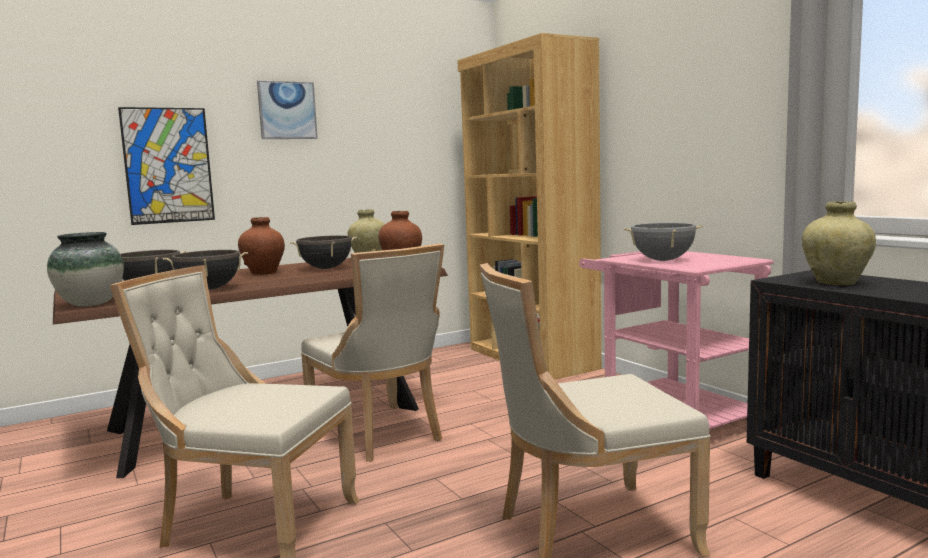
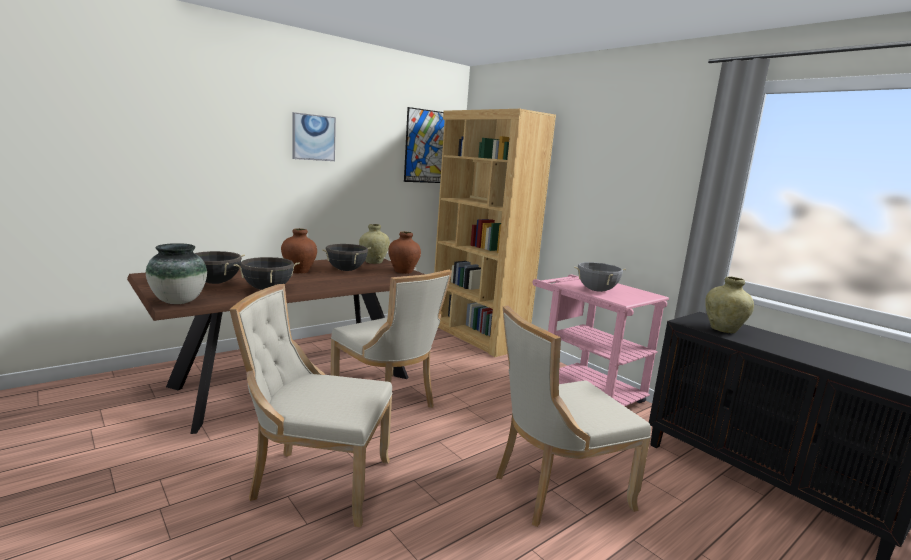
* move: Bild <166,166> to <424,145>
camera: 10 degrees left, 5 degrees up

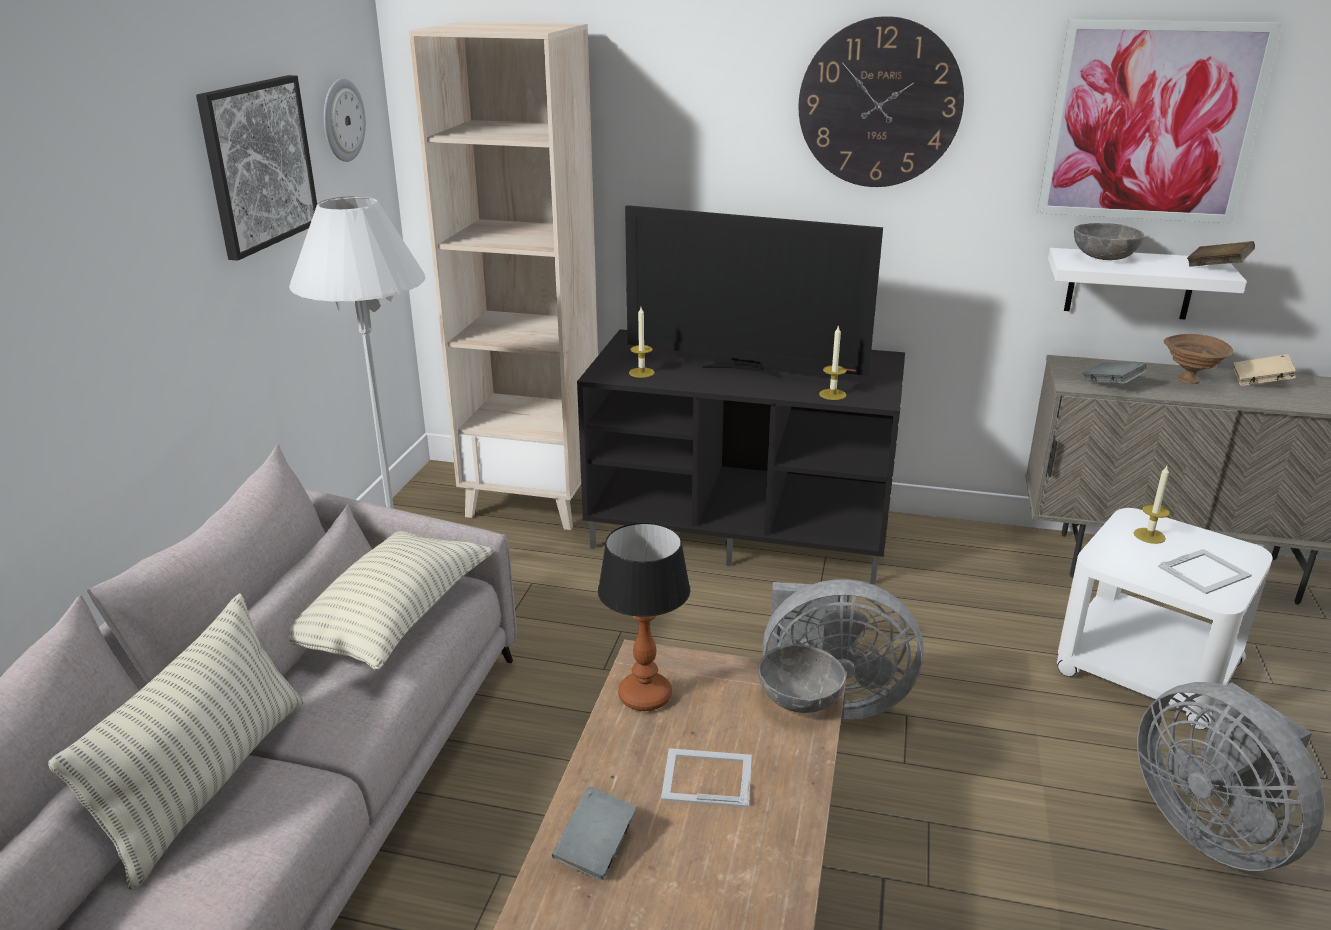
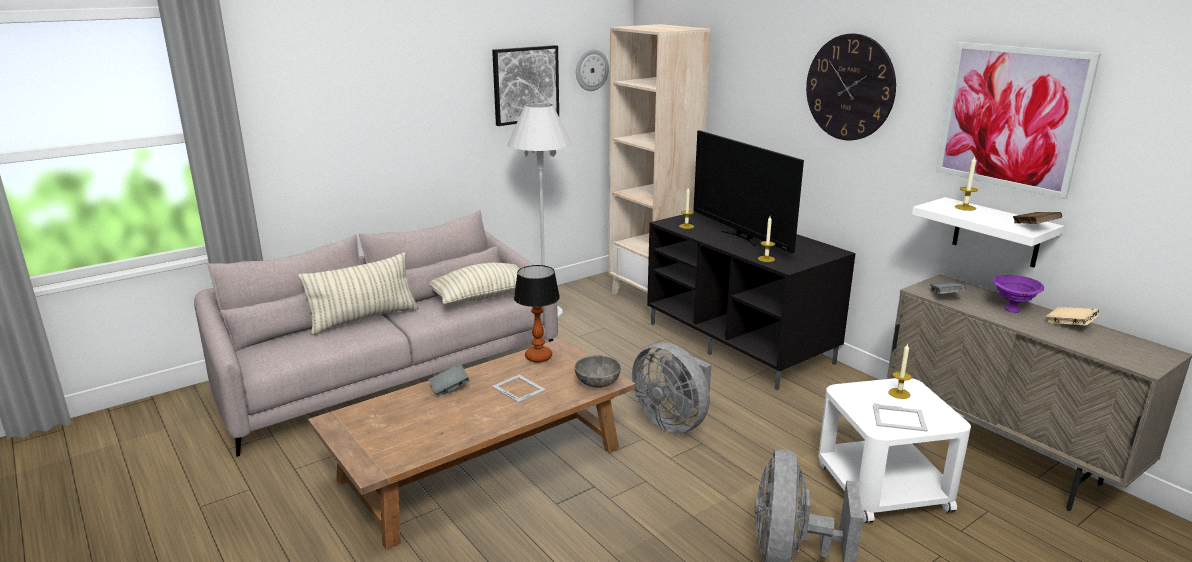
* replace: Schüssel [grau] <1109,241> to Kerze <966,184>
* recolor: Schüssel [braun] <1198,359> to Schüssel [lila] <1018,294>
camera: 40 degrees right, 5 degrees down

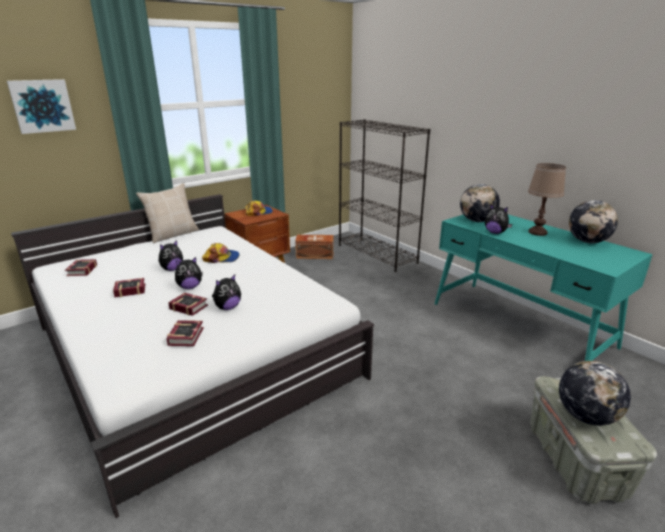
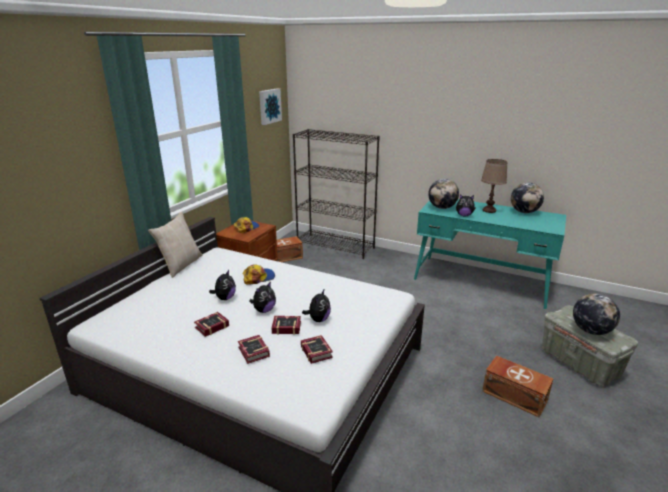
* move: Bild <41,106> to <270,106>
* move: Buch <81,267> to <254,349>
* insert: Aufbewahrungsbox [braun] <517,386>
camera: 25 degrees left, 0 degrees up

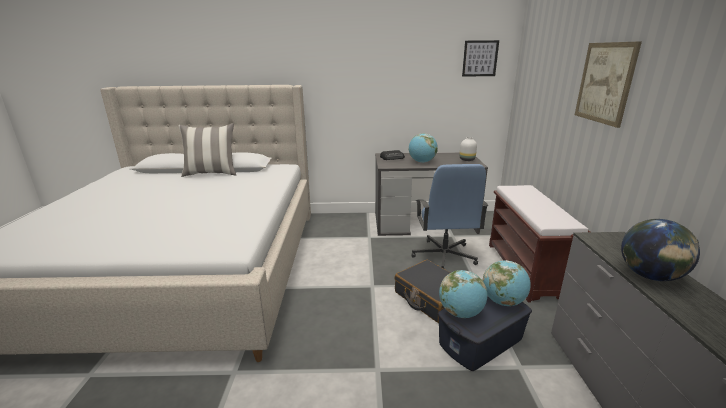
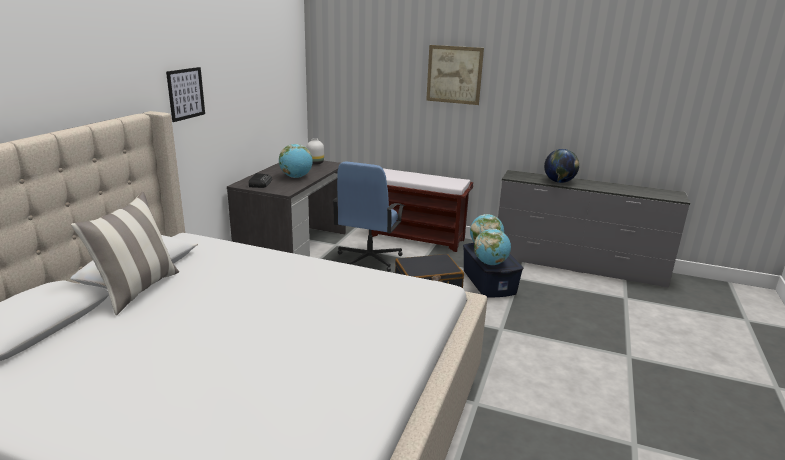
* move: Bild <480,58> to <185,94>
* rotate: Bürostuhl [blau] <449,216> = <368,217> 90 degrees clockwise
camera: 70 degrees left, 0 degrees up

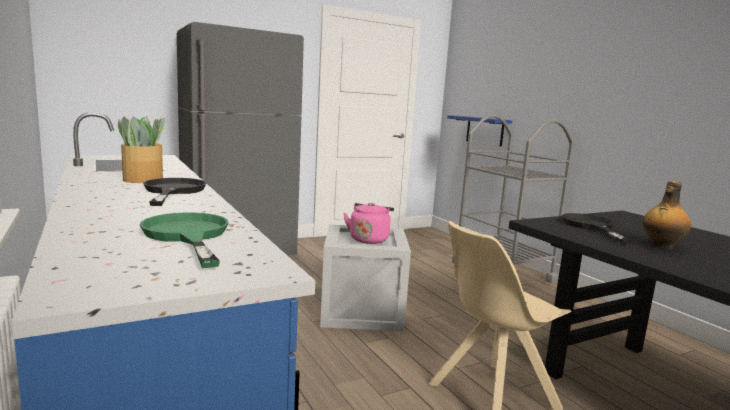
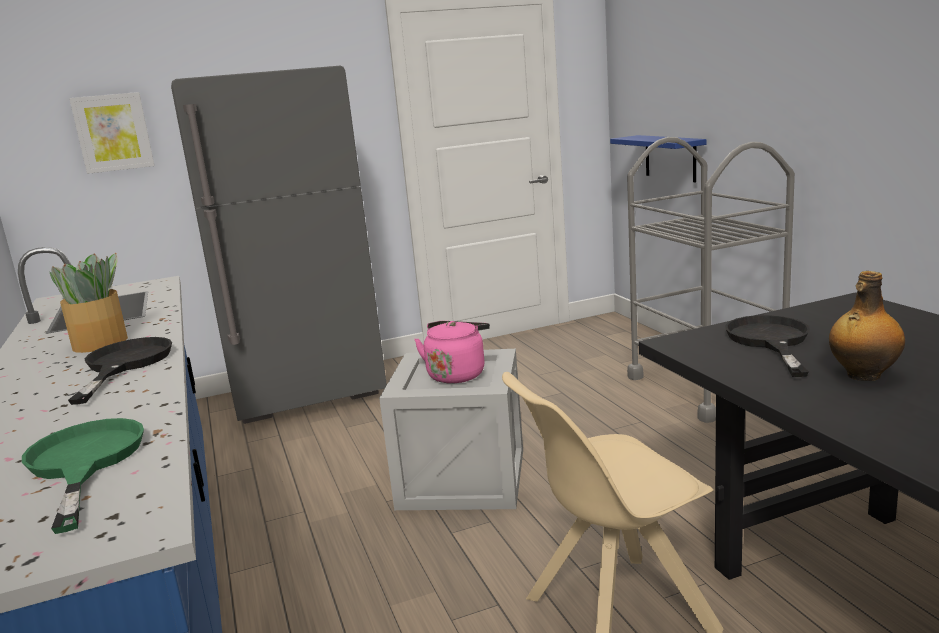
* insert: Bild <111,133>
camera: 10 degrees right, 5 degrees up

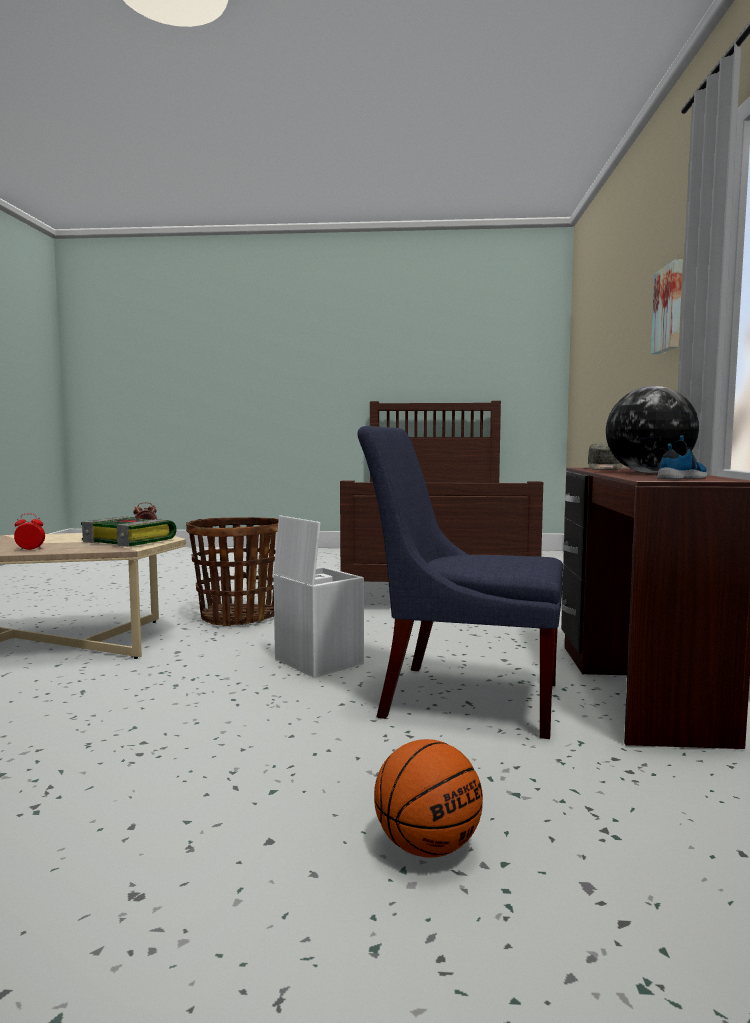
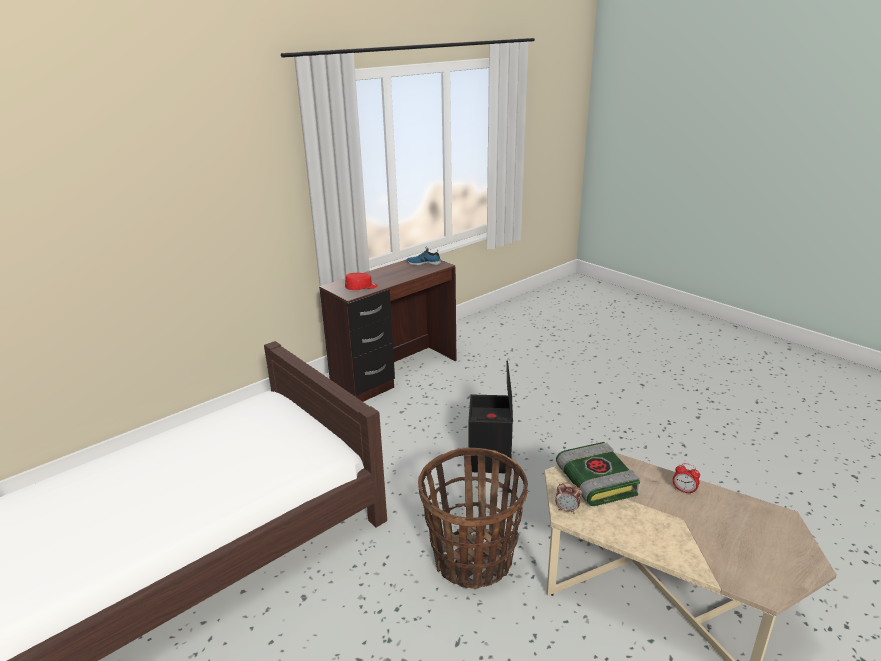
* delete: Bild <667,307>
* delete: Globus <652,429>
* delete: Stuhl [blau] <460,582>
* recolor: Kappe [grau] <605,456> to Kappe [rot] <361,281>
* recolor: Aufbewahrungsbox [weiß] <318,596> to Aufbewahrungsbox [schwarz] <490,416>
* delete: Basketball <428,798>
camera: 135 degrees left, 20 degrees up

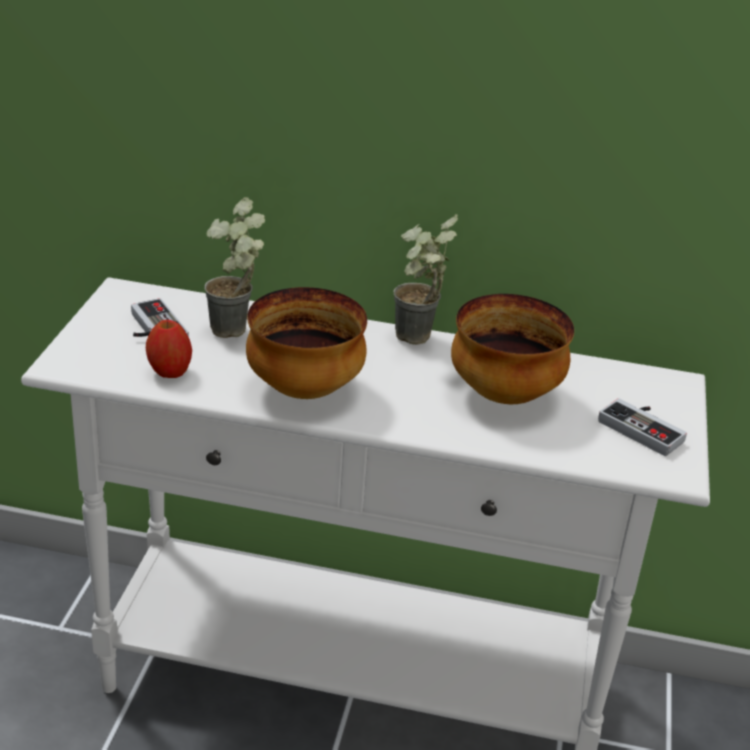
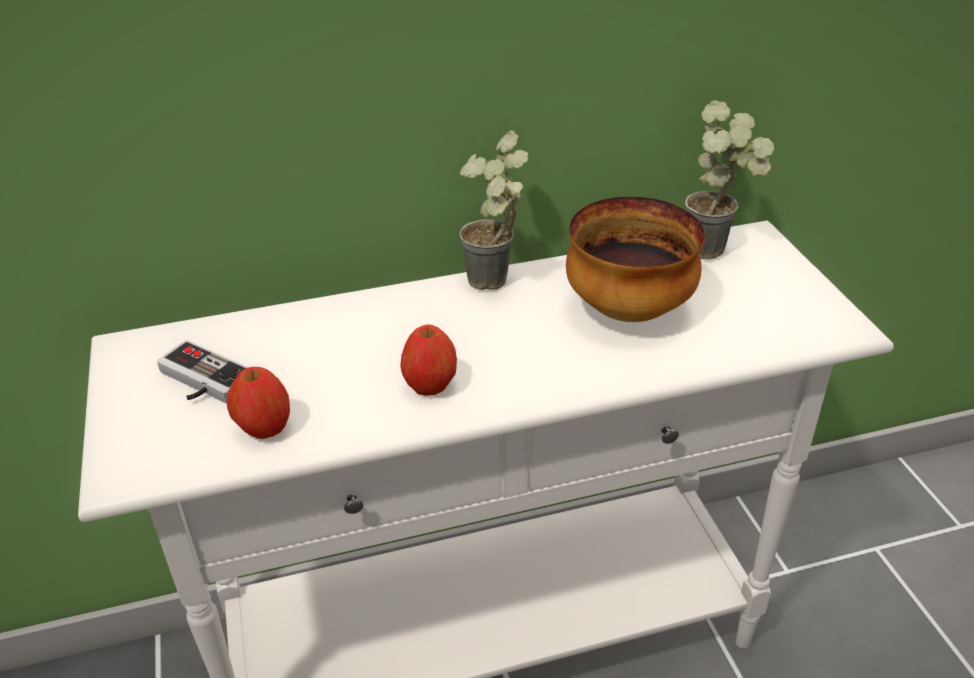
* move: Topfpflanze <234,267> to <729,180>
* replace: Schüssel <306,343> to Apfel <428,360>
* delete: Gamepad <642,427>
camera: 25 degrees left, 5 degrees up

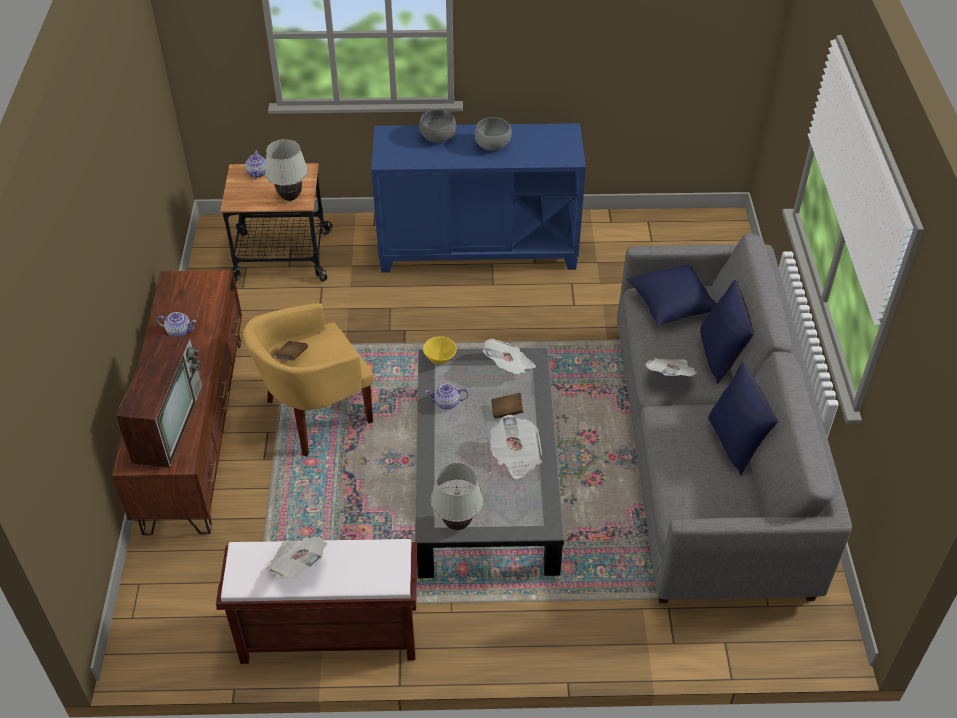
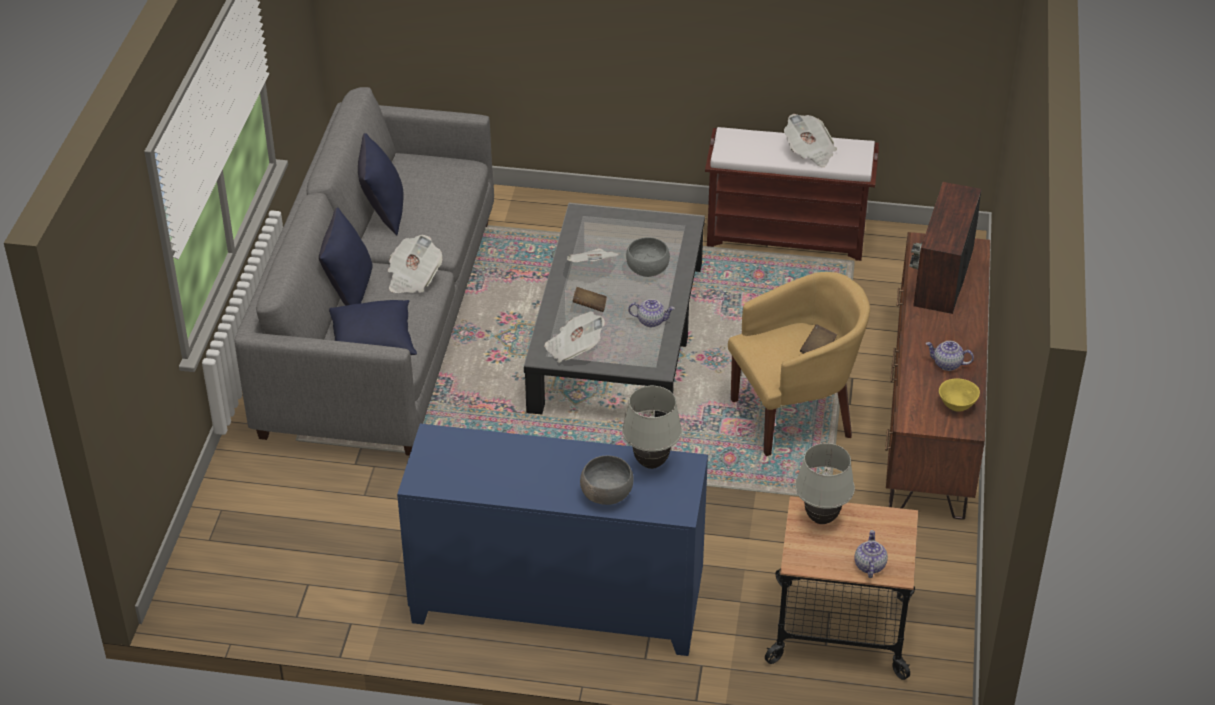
* move: Schüssel [grau] <493,133> to <648,257>
* move: Schüssel [gelb] <440,350> to <959,395>
* move: Tischlampe [weiß] <457,496> to <652,427>
camera: 170 degrees left, 5 degrees down

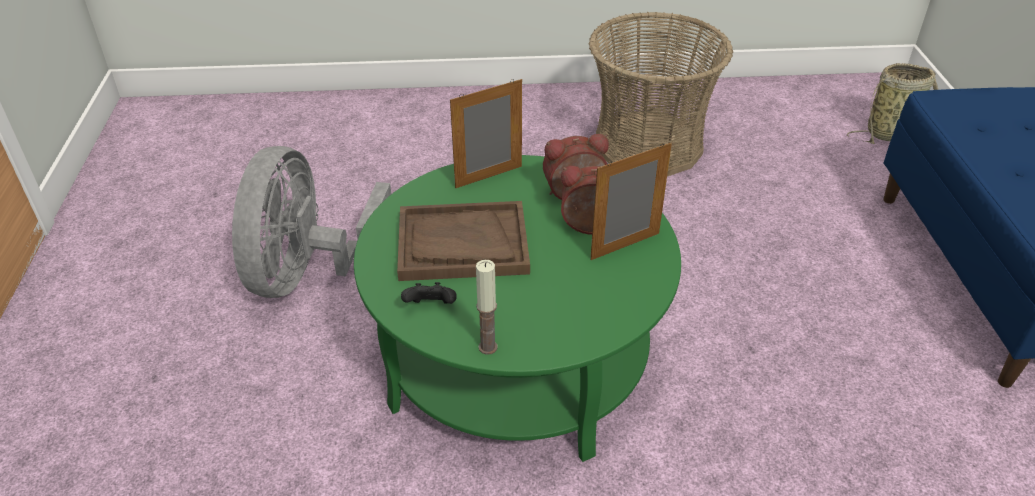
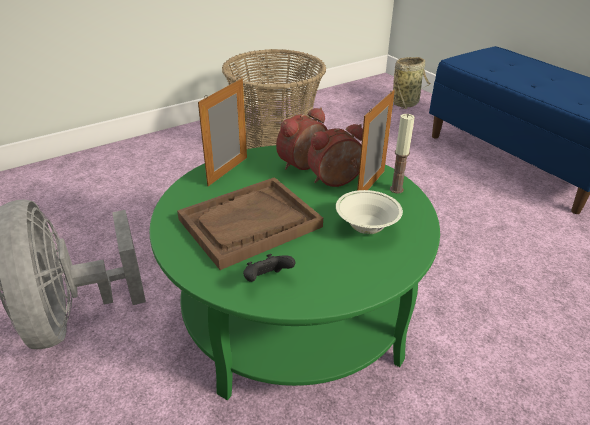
* move: Kerze <486,307> to <402,153>
* insert: Schüssel [weiß] <369,212>
camera: 30 degrees left, 5 degrees down

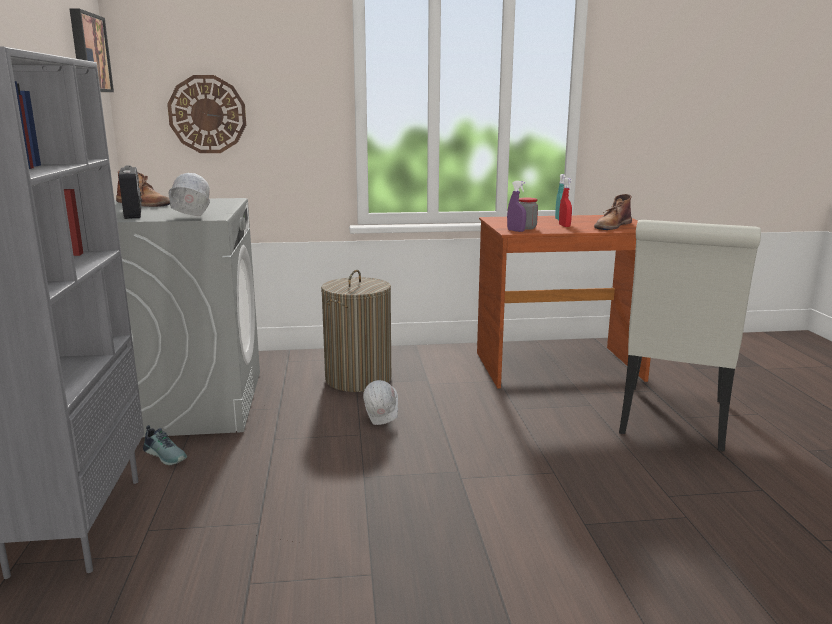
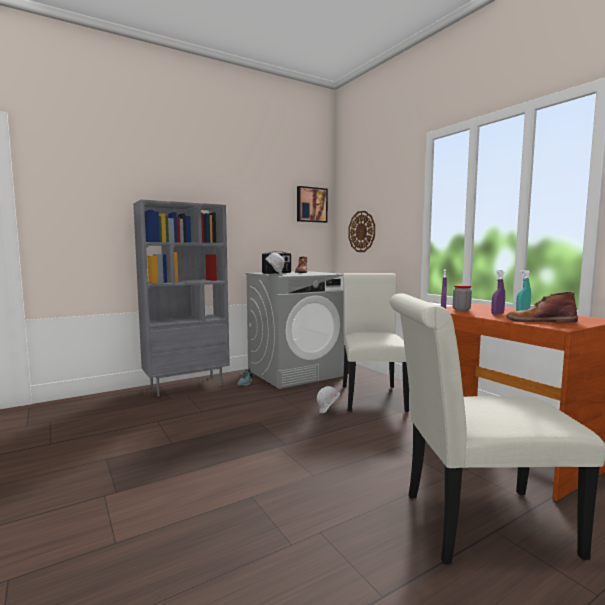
* recolor: Sprühflasche [rot] <565,202> to Sprühflasche [lila] <498,292>
* replace: Wäschekorb <356,331> to Stuhl [weiß] <376,342>
camera: 65 degrees right, 10 degrees down

